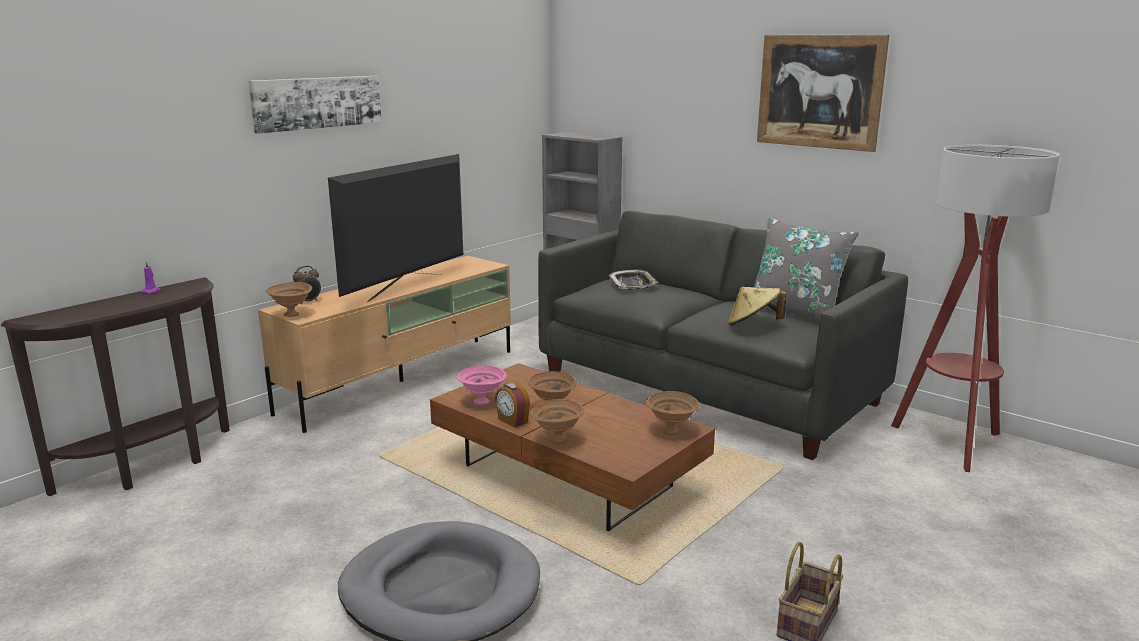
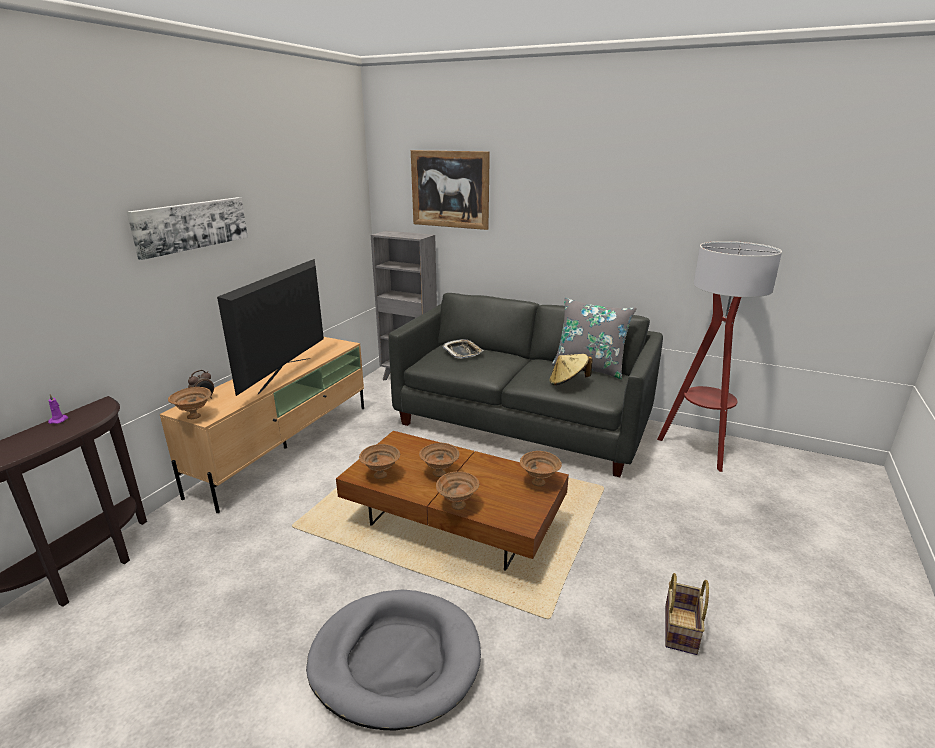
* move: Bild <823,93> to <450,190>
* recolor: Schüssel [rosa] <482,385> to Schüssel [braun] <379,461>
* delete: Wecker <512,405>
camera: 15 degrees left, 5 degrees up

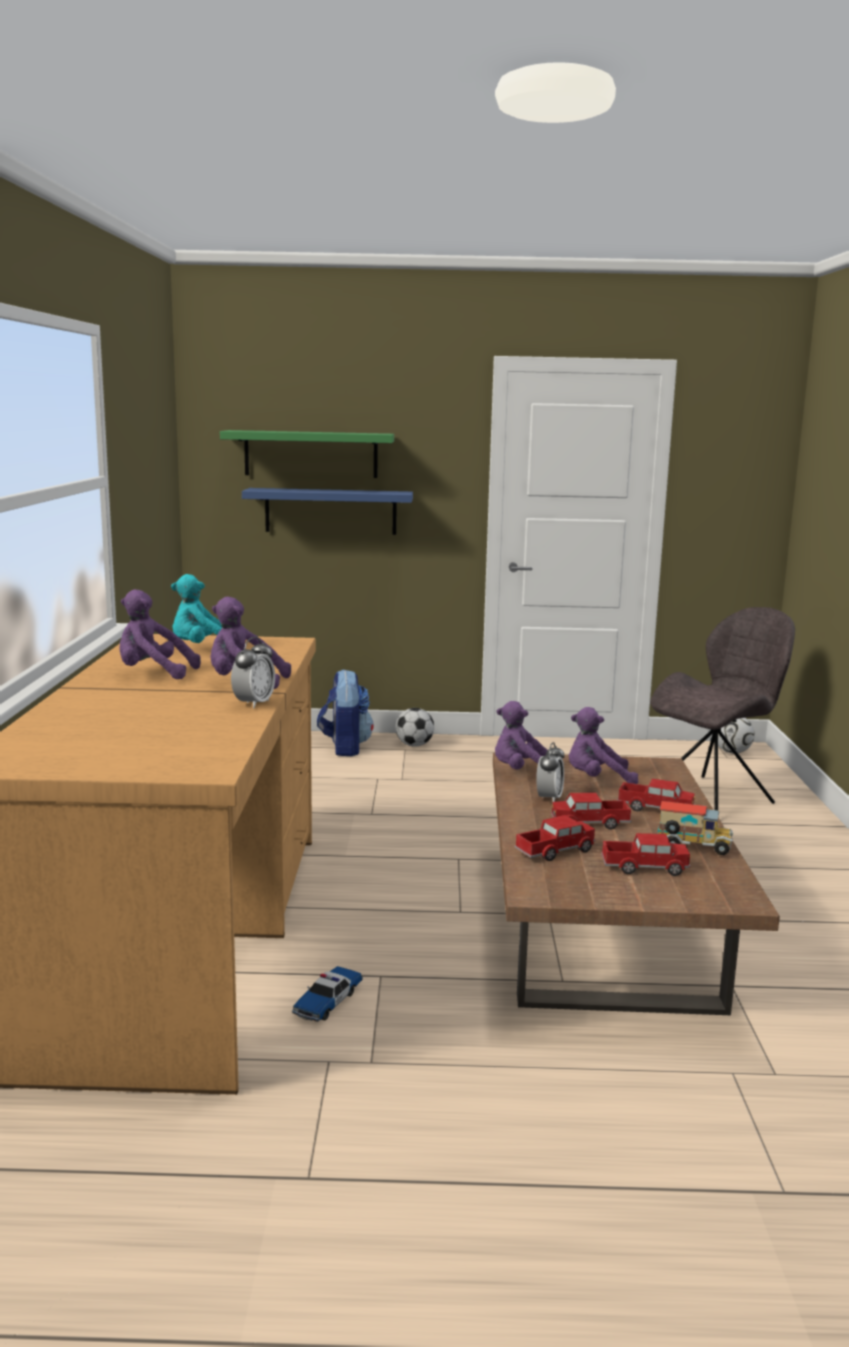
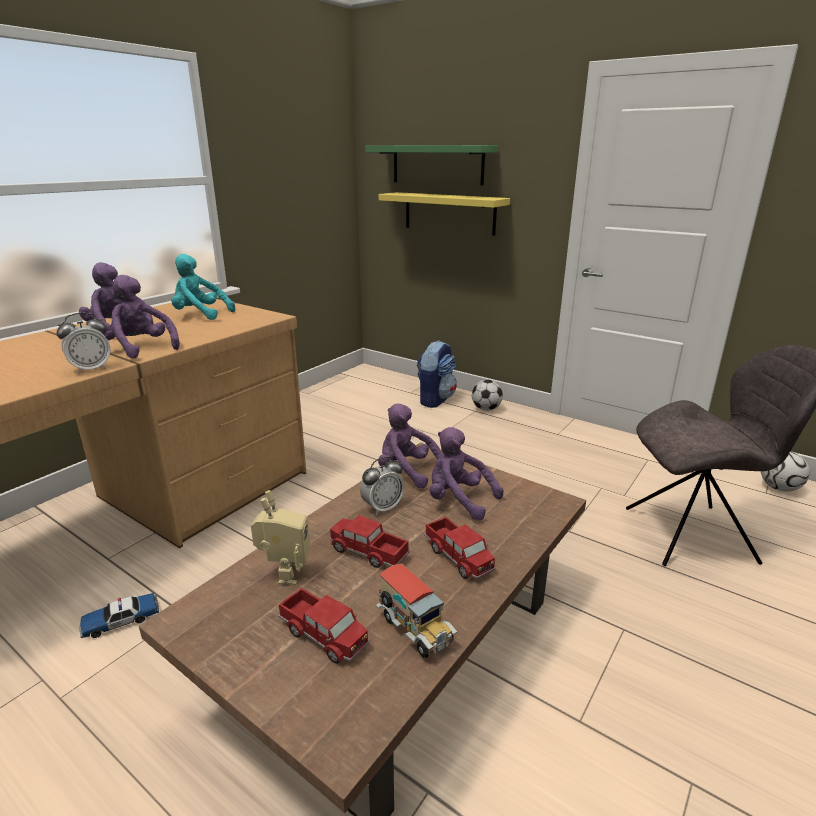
* recolor: Wandregal [blau] <327,511> to Wandregal [gelb] <444,214>
* replace: Spielzeuglaster <554,838> to Spielzeugroboter <280,537>
camera: 35 degrees right, 10 degrees up

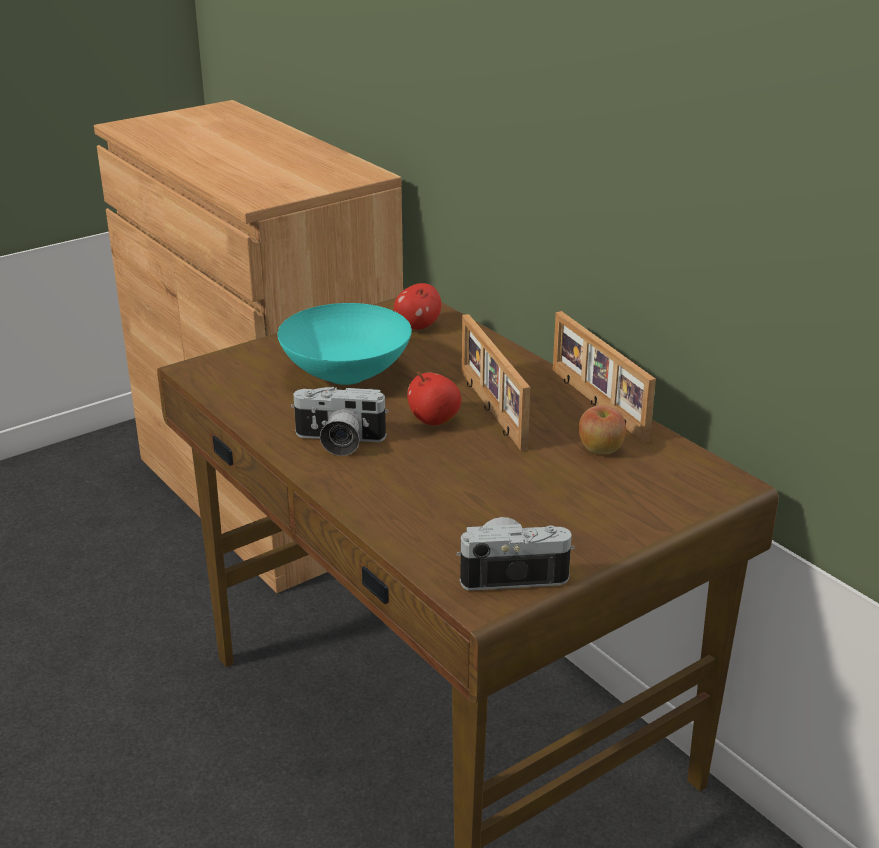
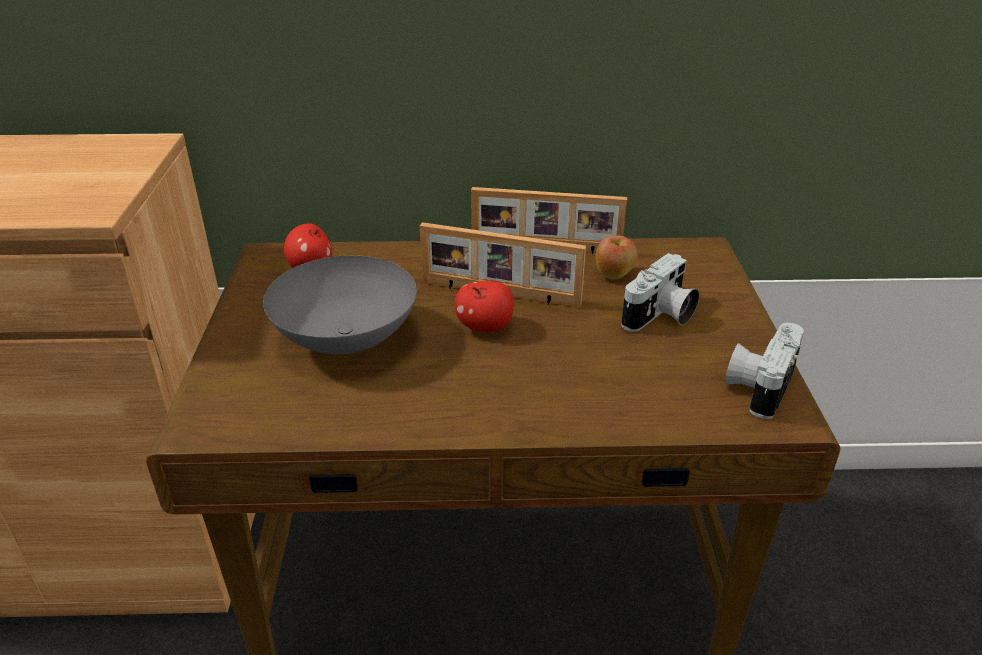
* recolor: Schüssel [türkis] <344,344> to Schüssel [grau] <340,304>
* move: Kamera <340,421> to <660,292>
camera: 55 degrees left, 5 degrees up

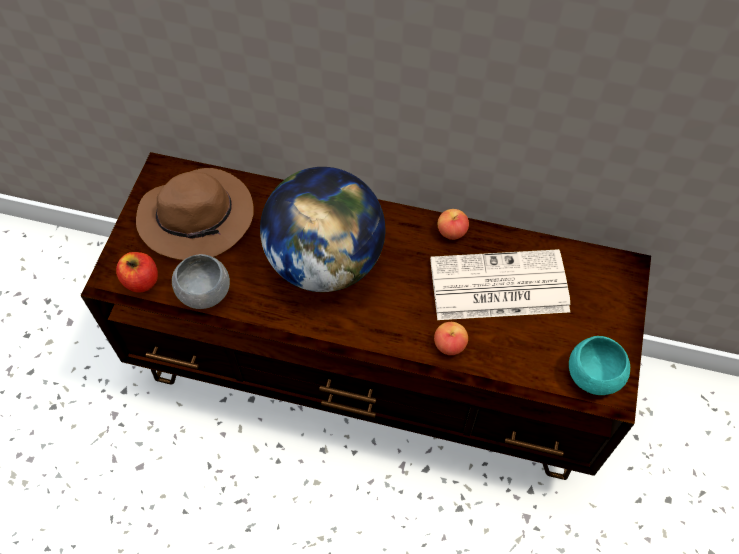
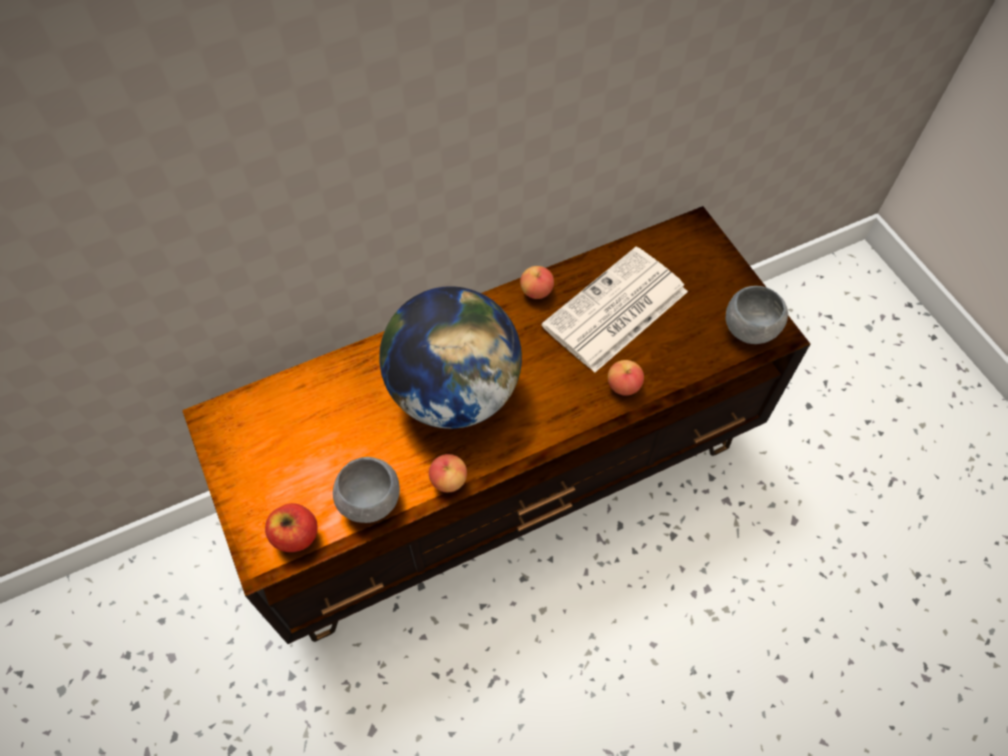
* delete: Hut [braun] <195,214>
* recolor: Schüssel [türkis] <599,365> to Schüssel [grau] <757,315>
* insert: Apfel <448,473>
camera: 40 degrees left, 0 degrees up

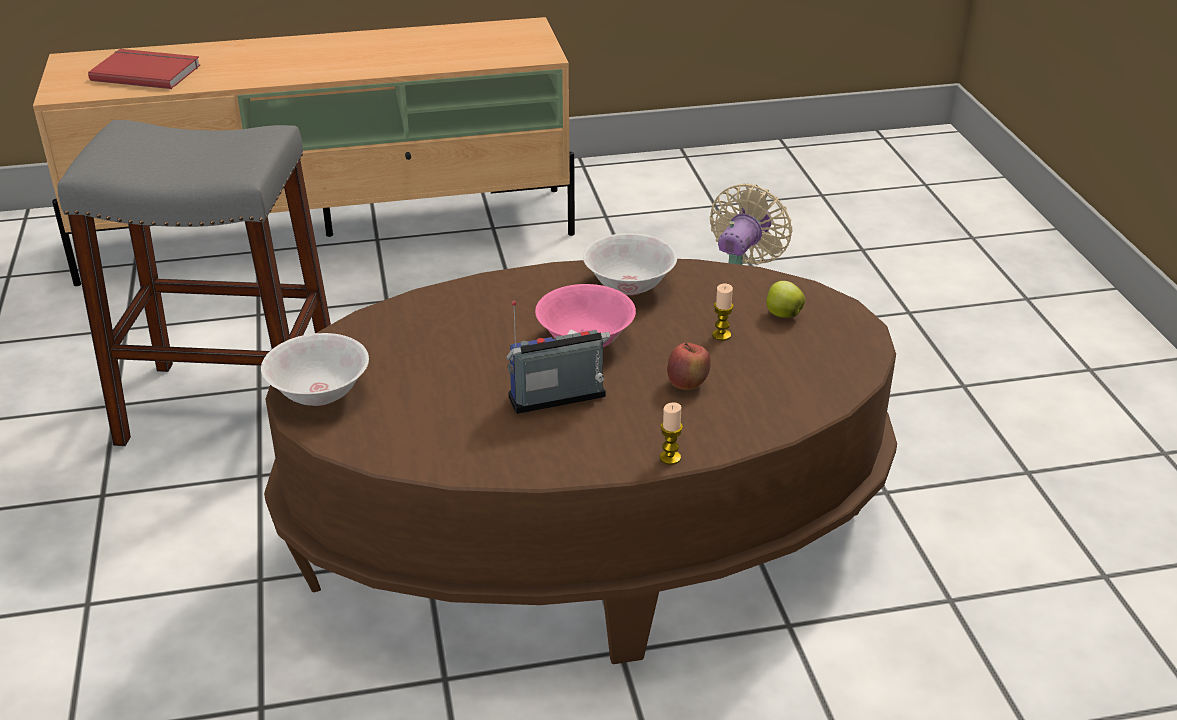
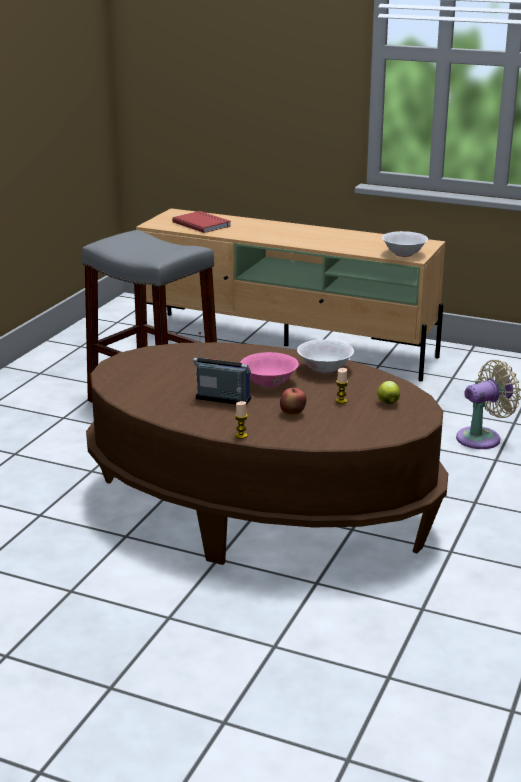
* move: Schüssel [weiß] <315,369> to <405,244>
camera: 35 degrees right, 10 degrees down

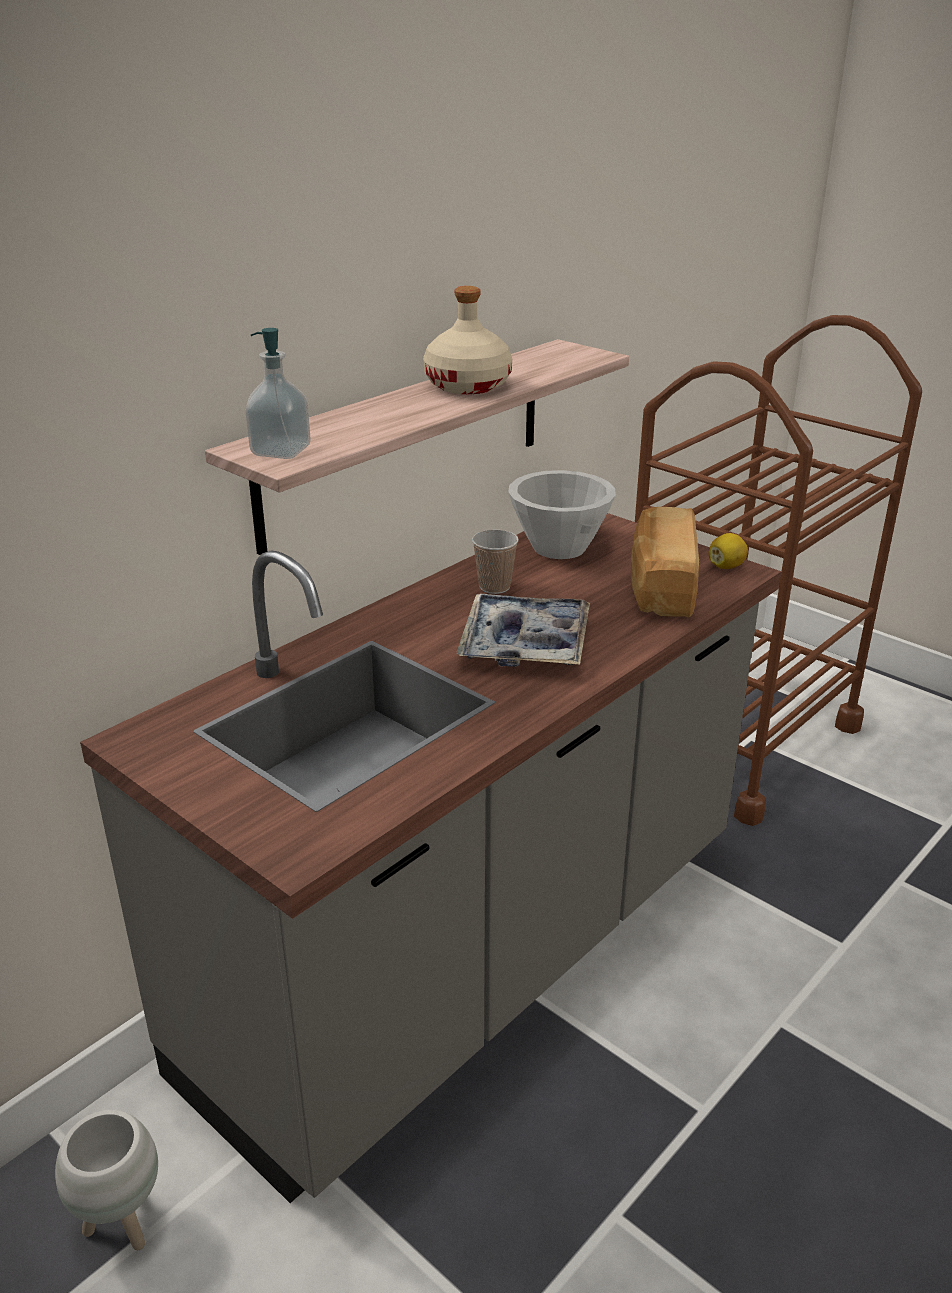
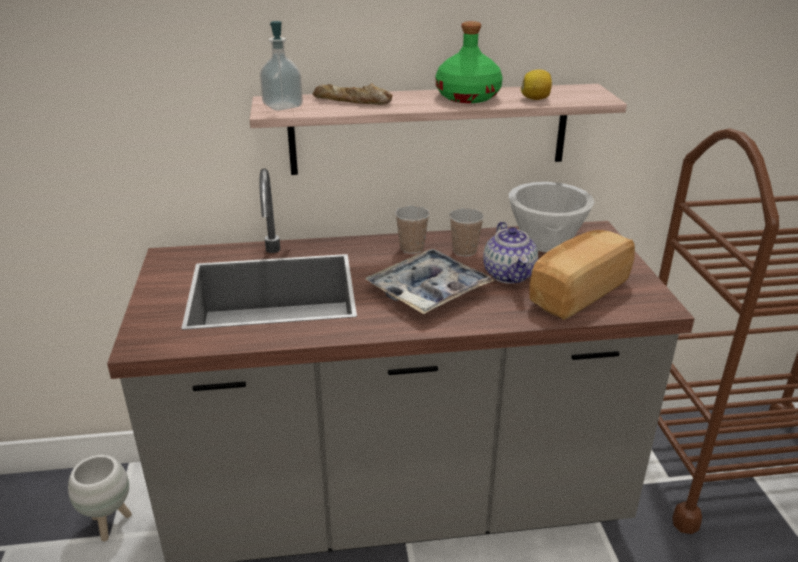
* recolor: Flasche [beige] <467,340> to Flasche [grün] <469,62>
* move: Zitrone <728,551> to <536,85>
* insert: Brot <353,94>
* insert: Tasse <412,230>
* insert: Teekanne <510,253>
camera: 40 degrees right, 0 degrees up

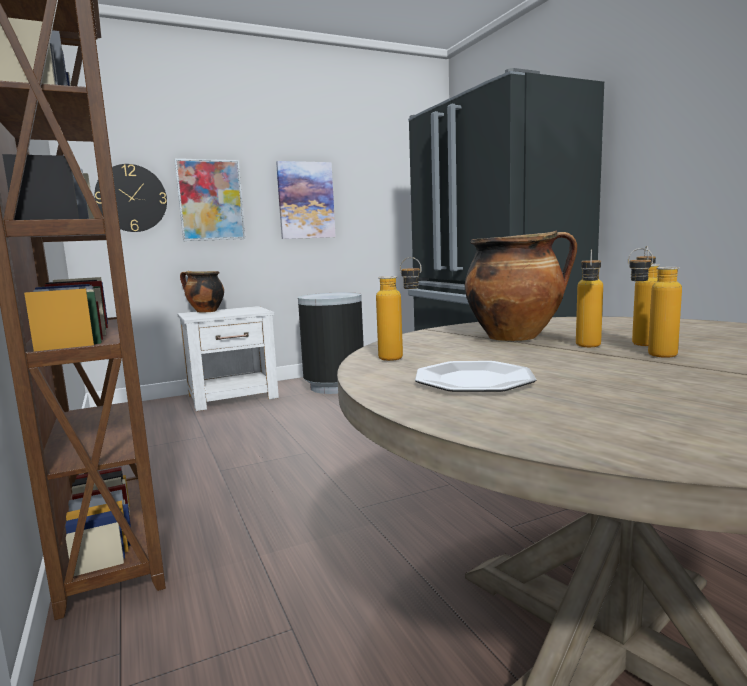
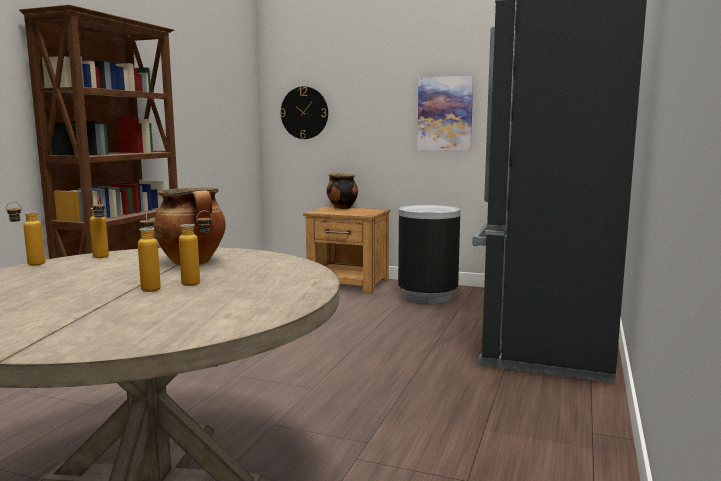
* delete: Bild <210,200>
* move: Flasche <589,298> to <25,234>
* recolor: Nachttisch [weiß] <228,358> to Nachttisch [braun] <347,249>
* delete: Teller <475,376>
camera: 45 degrees right, 0 degrees up

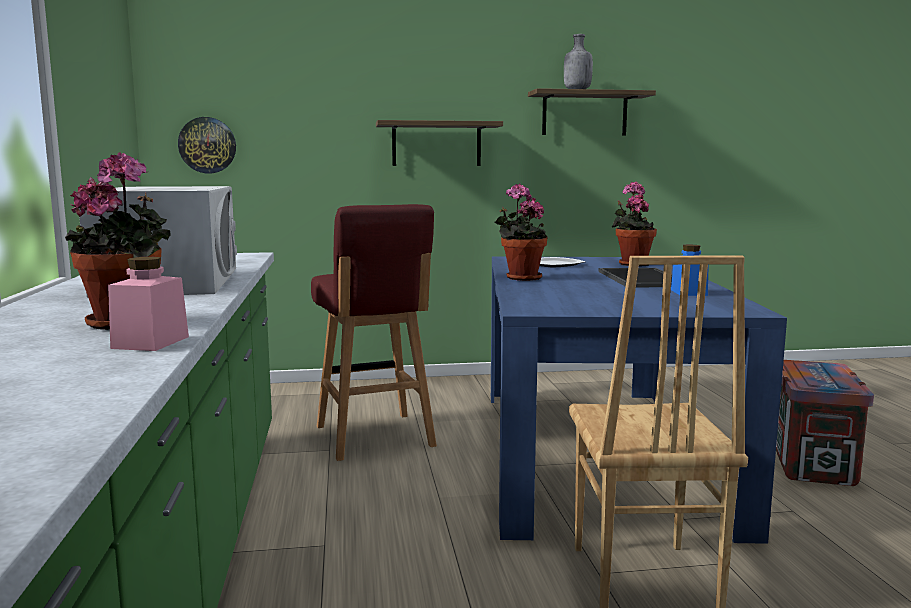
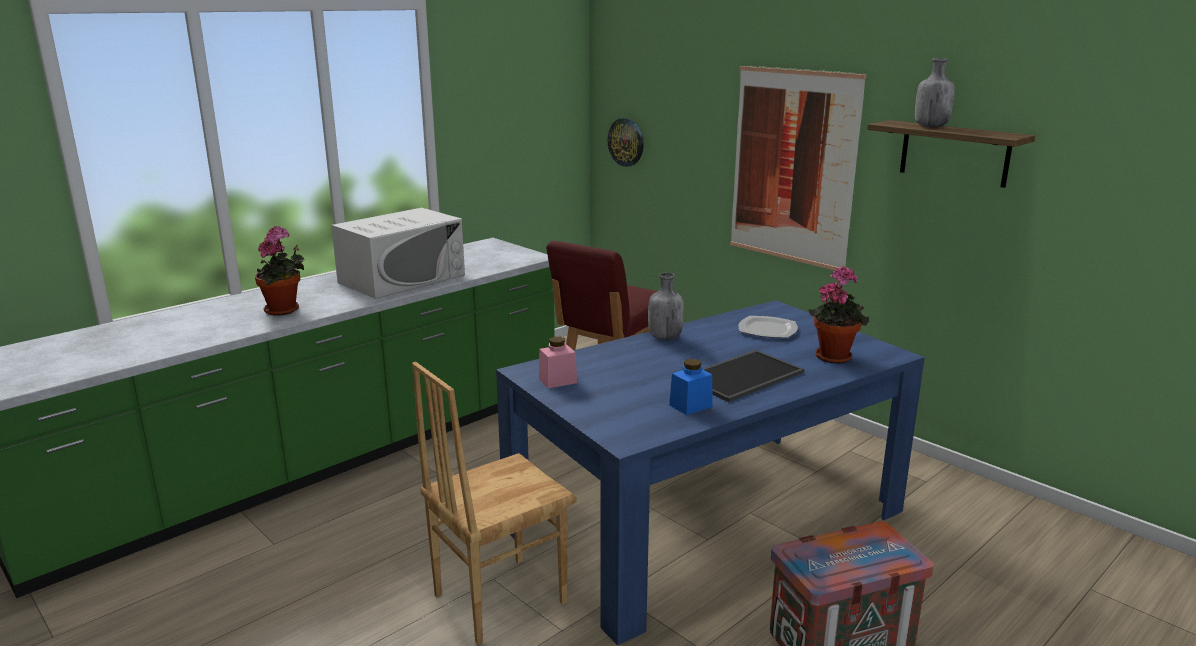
* replace: Wandregal <439,143> to Bild <798,168>
* replace: Topfpflanze <521,232> to Flasche [grau] <666,306>
* move: Vorratsglas [rosa] <148,304> to <558,362>
camera: 55 degrees right, 10 degrees up

